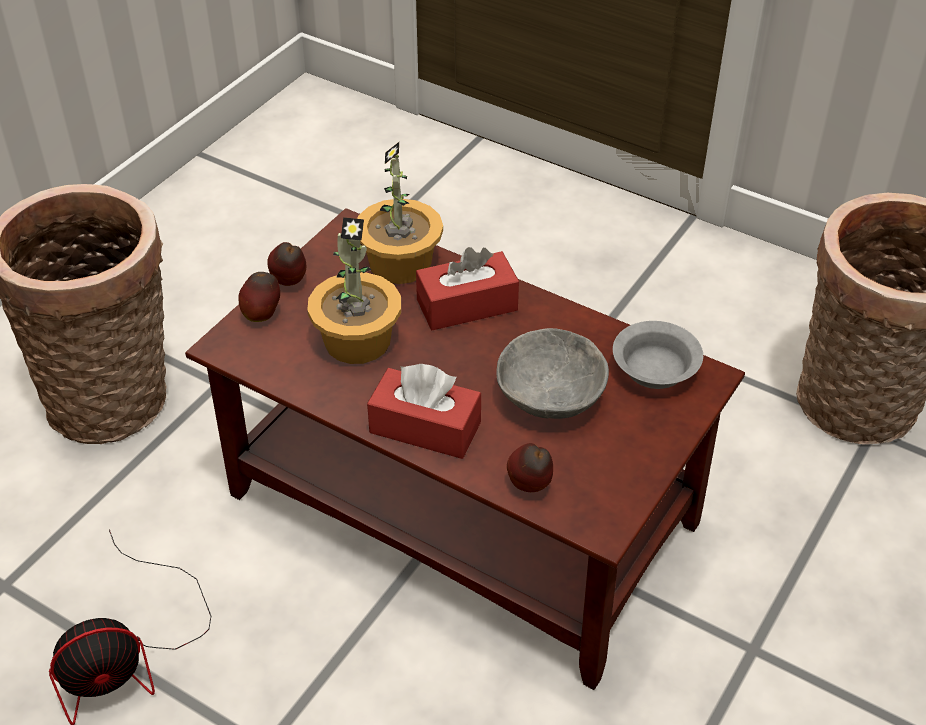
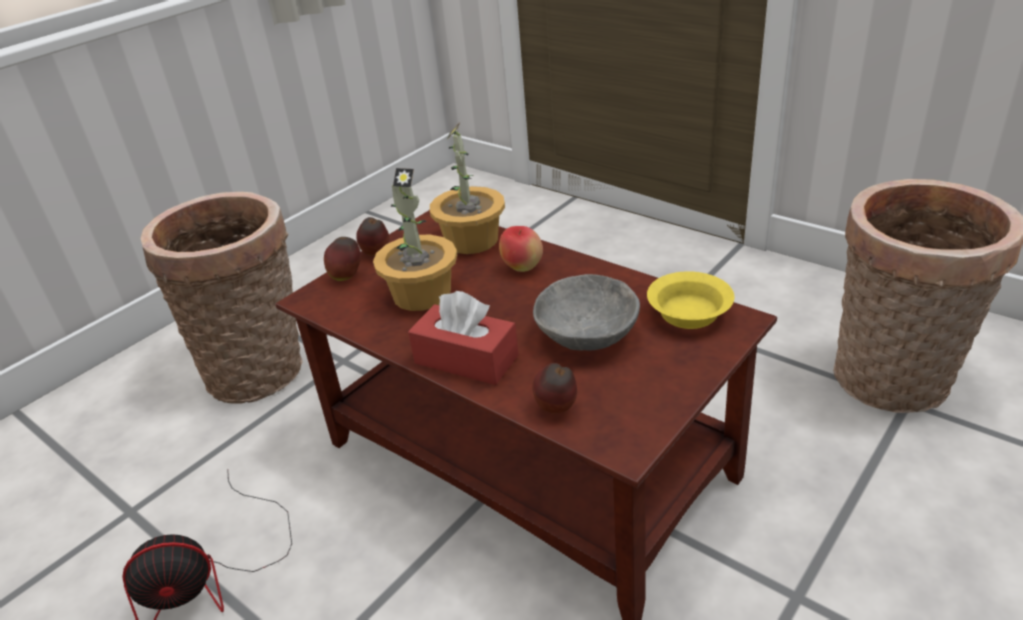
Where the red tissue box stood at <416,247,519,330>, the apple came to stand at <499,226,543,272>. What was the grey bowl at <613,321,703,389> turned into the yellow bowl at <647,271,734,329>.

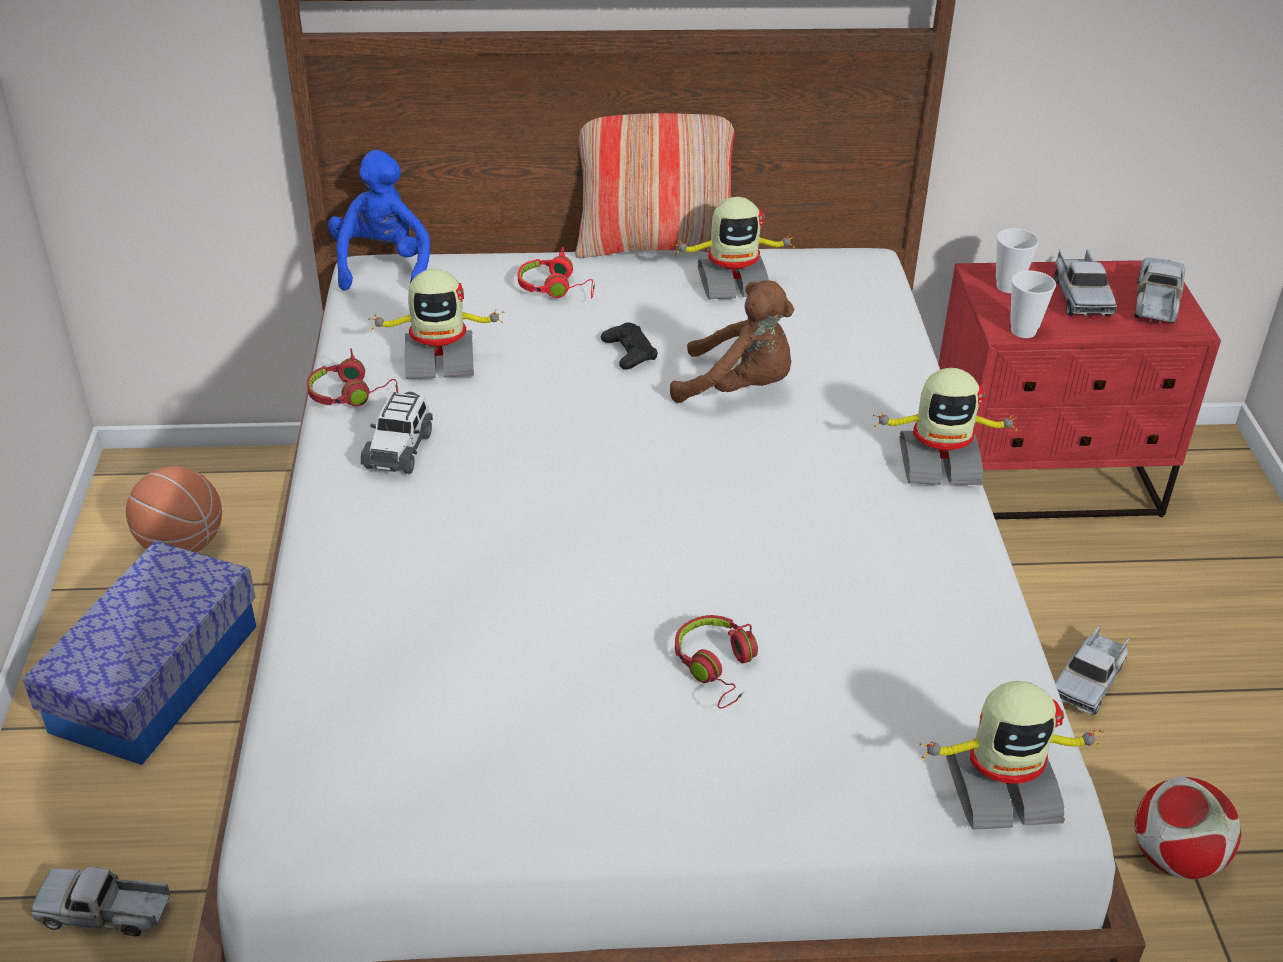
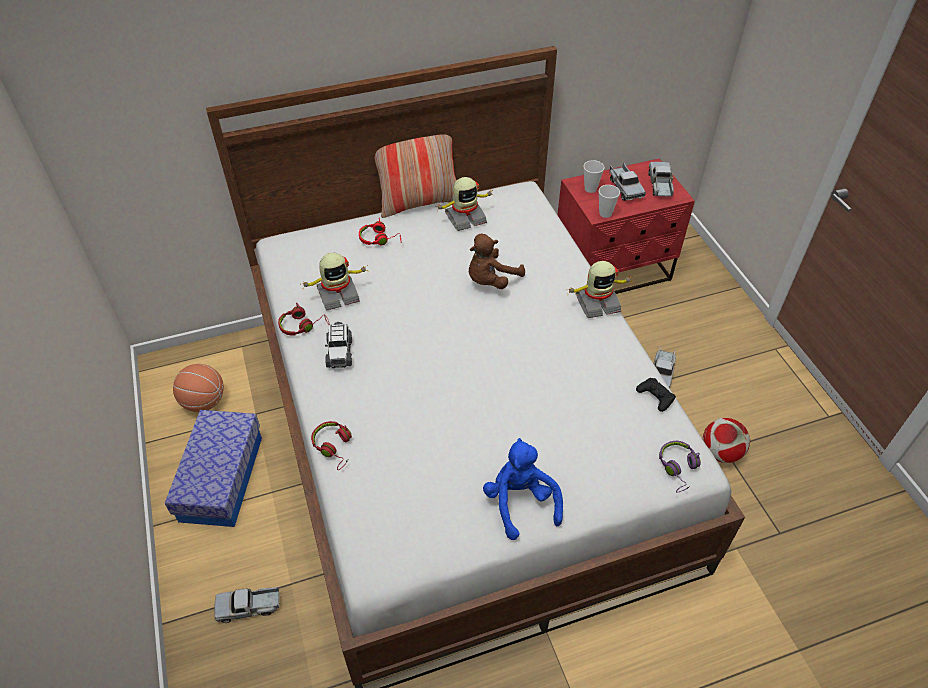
The blue plush toy ended up elsewhere, having gone from <328,150,430,291> to <483,438,563,540>. The black game controller ended up elsewhere, having gone from <601,323,658,370> to <636,378,676,412>. The brown plush toy at <670,280,794,403> ended up facing another way, 135 degrees clockwise from before. The red headphones ended up elsewhere, having gone from <675,615,758,709> to <311,421,352,470>. Where the toy robot stood at <919,681,1102,830>, the purple headphones came to stand at <659,441,701,493>.

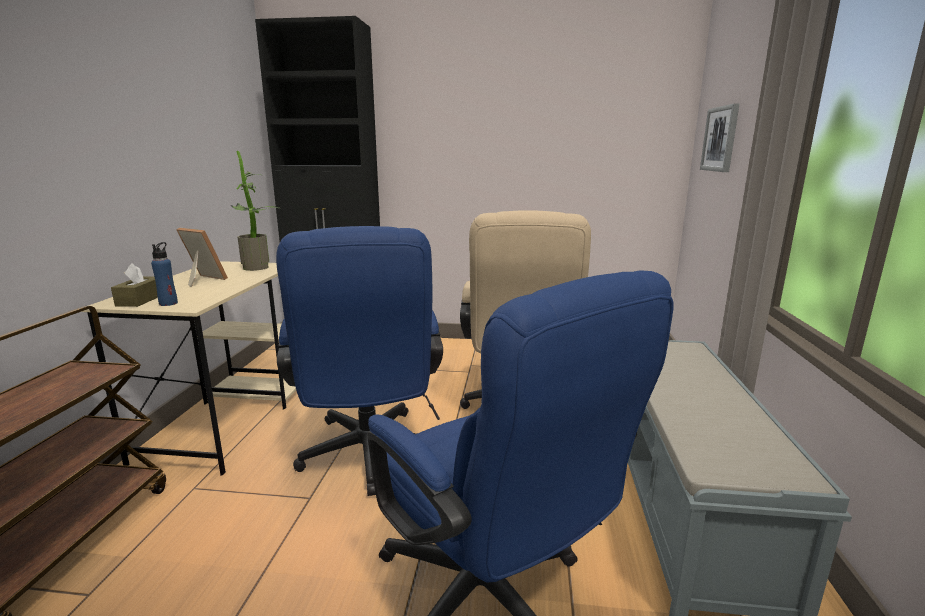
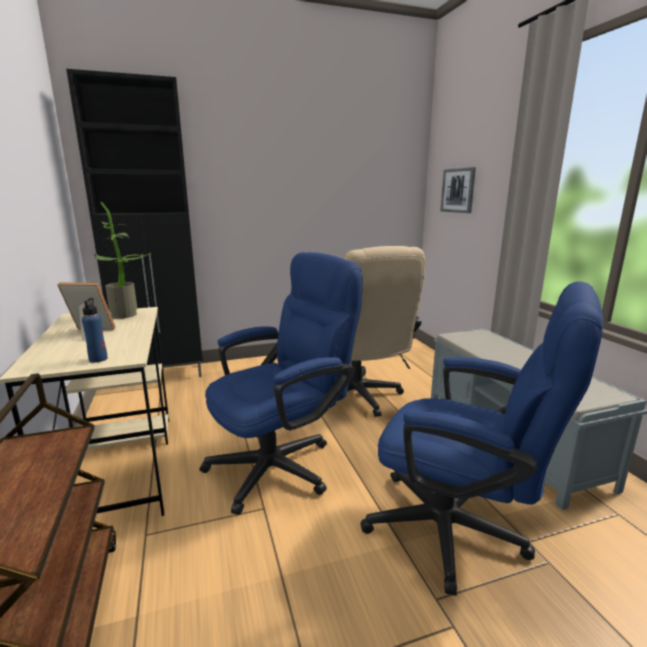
The second view lost the brown tissue box at <111,263,158,307>. The blue office chair at <276,226,443,496> ended up facing another way, 90 degrees counterclockwise from before.

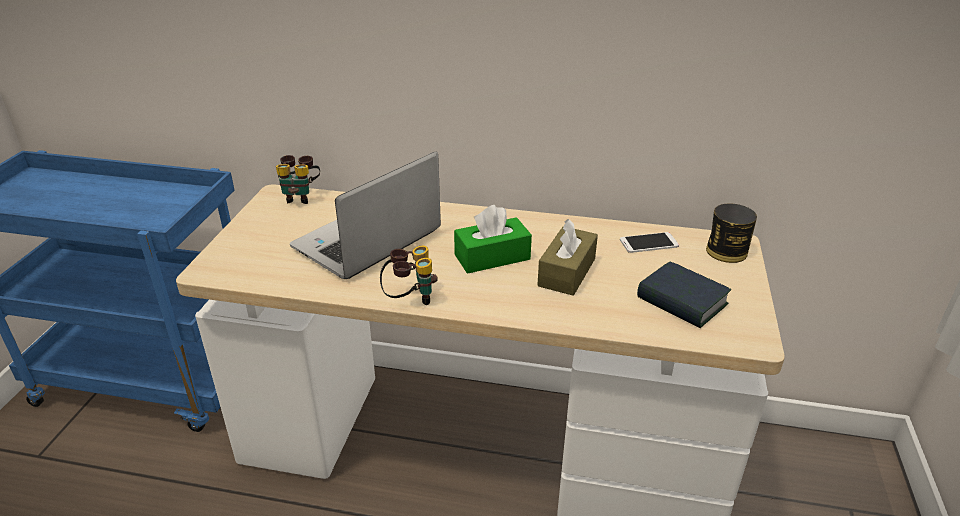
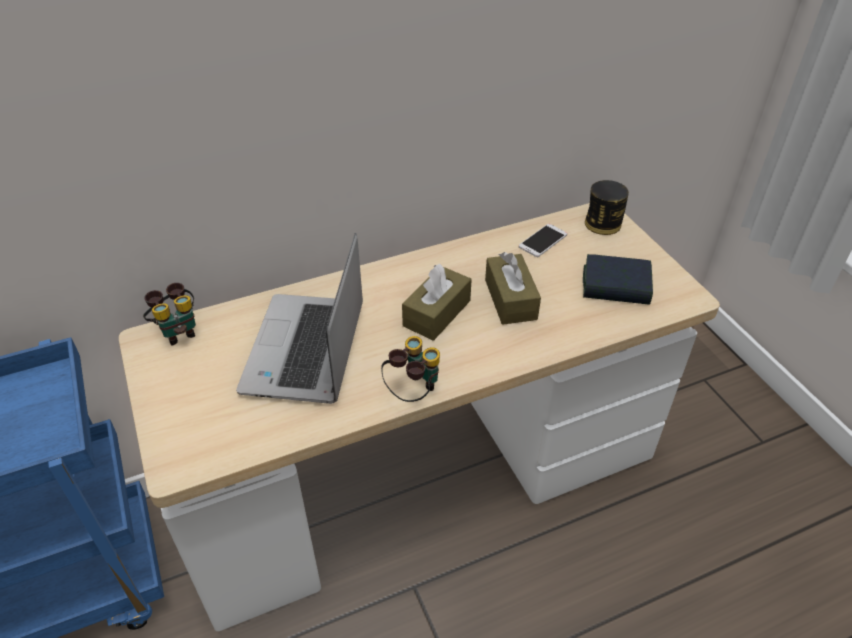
What was the green tissue box at <454,205,532,274> turned into the brown tissue box at <402,264,472,341>.

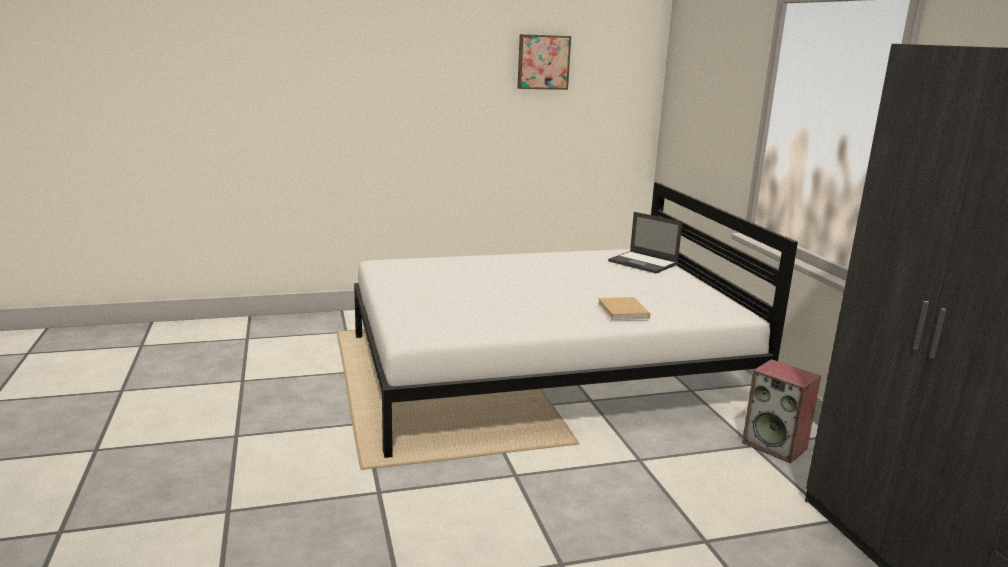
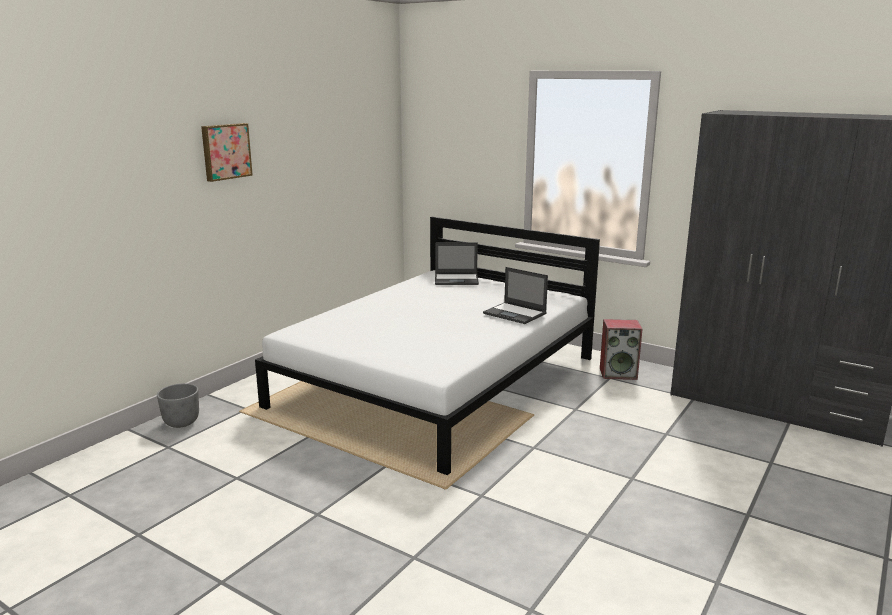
The picture ended up elsewhere, having gone from <517,34,571,90> to <201,123,253,182>. Where the beige book stood at <598,297,650,320>, the laptop came to stand at <483,267,548,324>. The second view gained the grey planter at <157,383,199,428>.

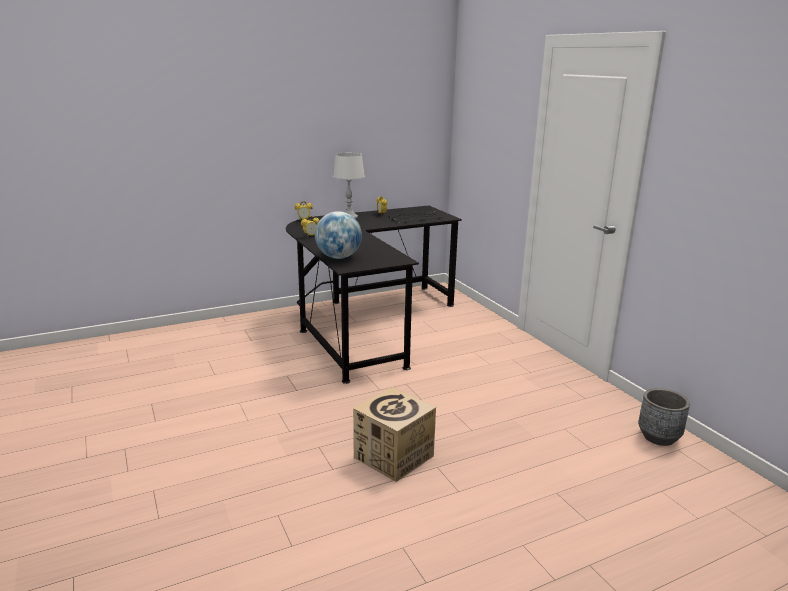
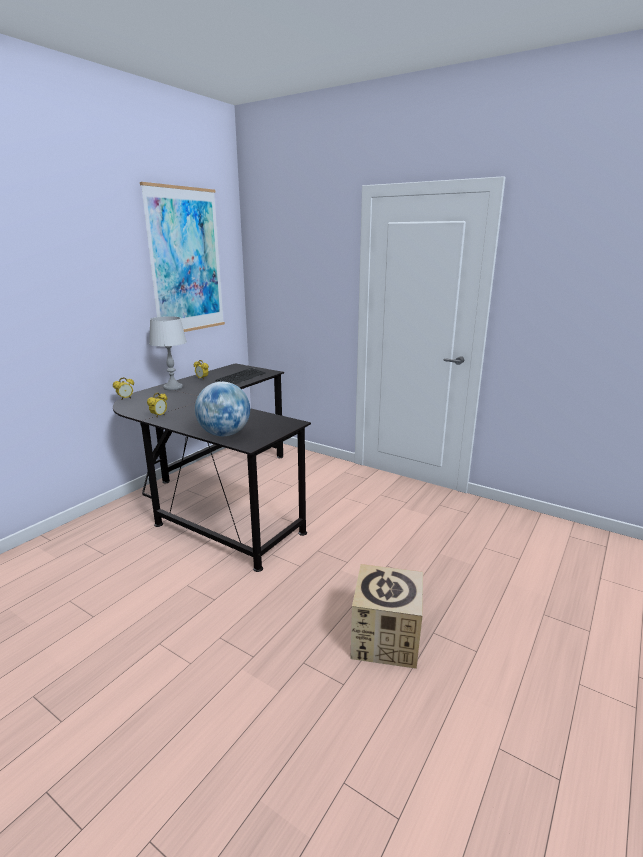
The second view lost the grey planter at <638,388,690,446>. The second view gained the picture at <140,182,225,332>.

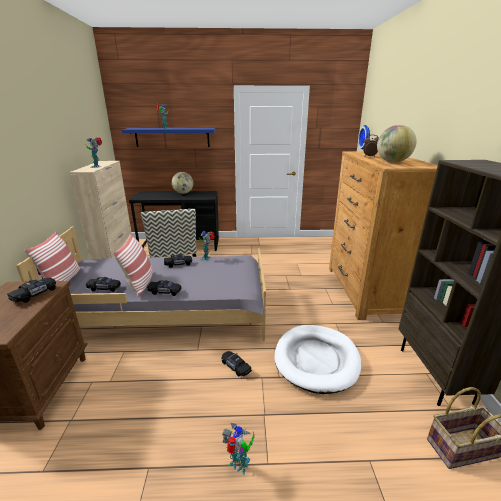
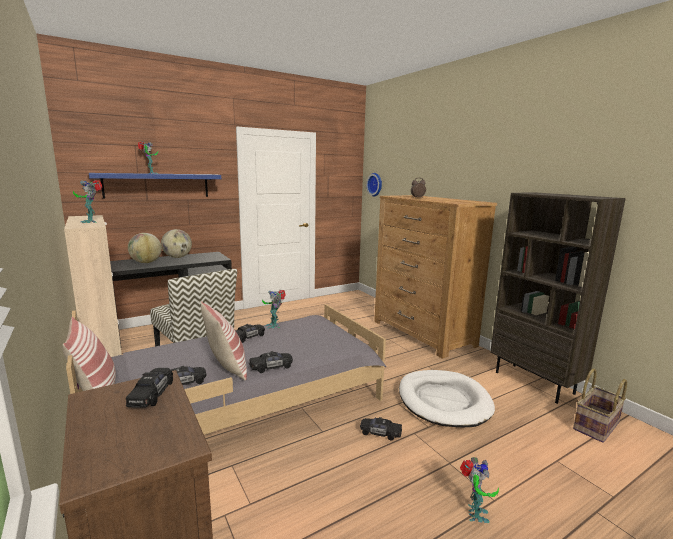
The toy robot at <222,423,254,475> ended up facing another way, 105 degrees clockwise from before. The globe ended up elsewhere, having gone from <377,125,417,163> to <128,233,162,263>.

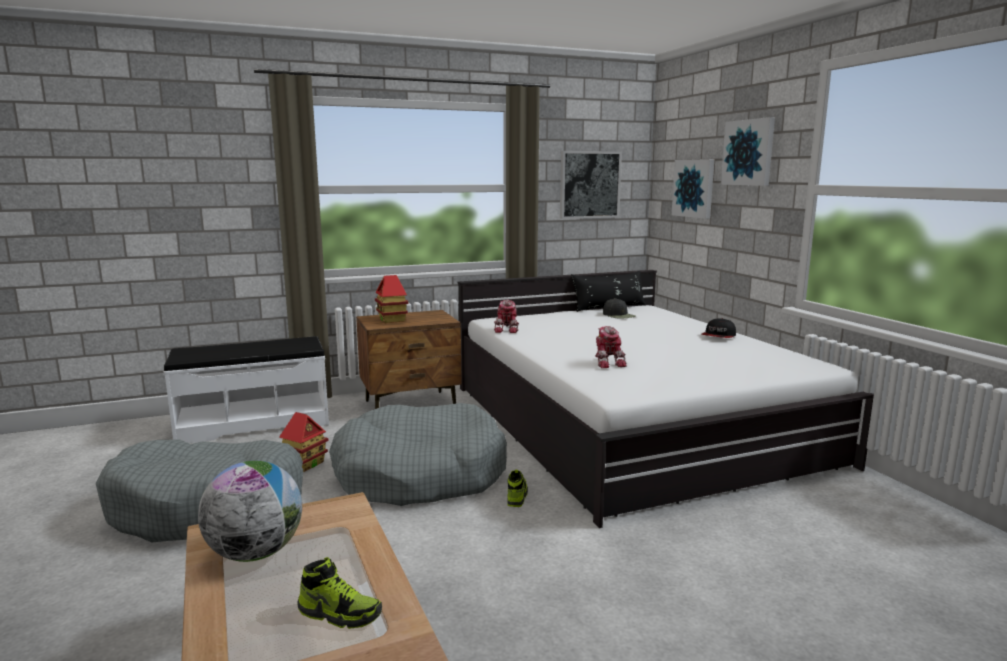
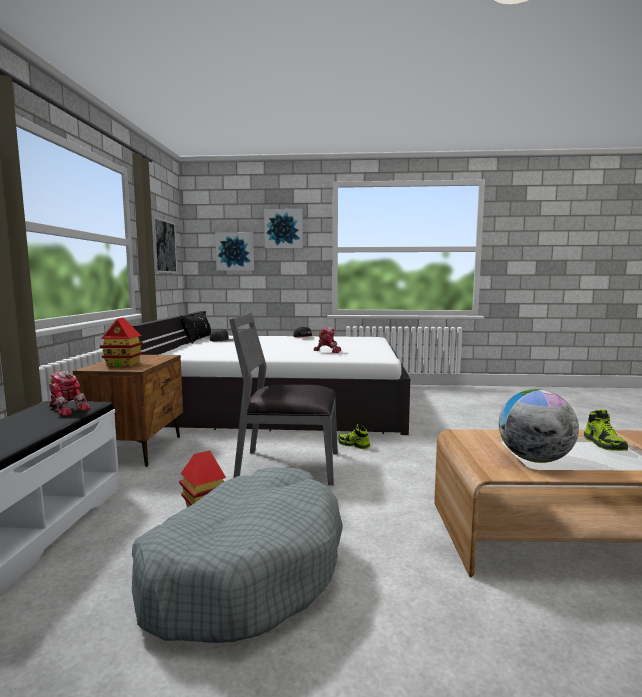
The shoe at <297,557,382,629> ended up facing another way, 135 degrees clockwise from before. Where the grey dog bed stood at <329,403,507,506>, the grey chair came to stand at <230,313,338,485>. The toy robot ended up elsewhere, having gone from <494,300,519,333> to <48,371,91,416>.

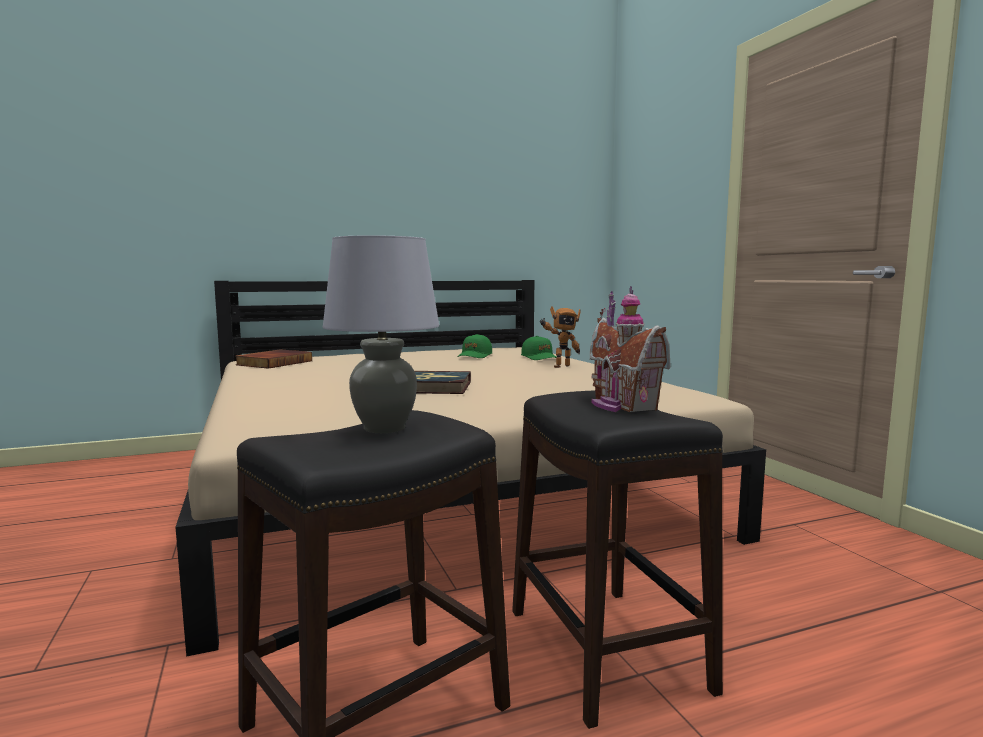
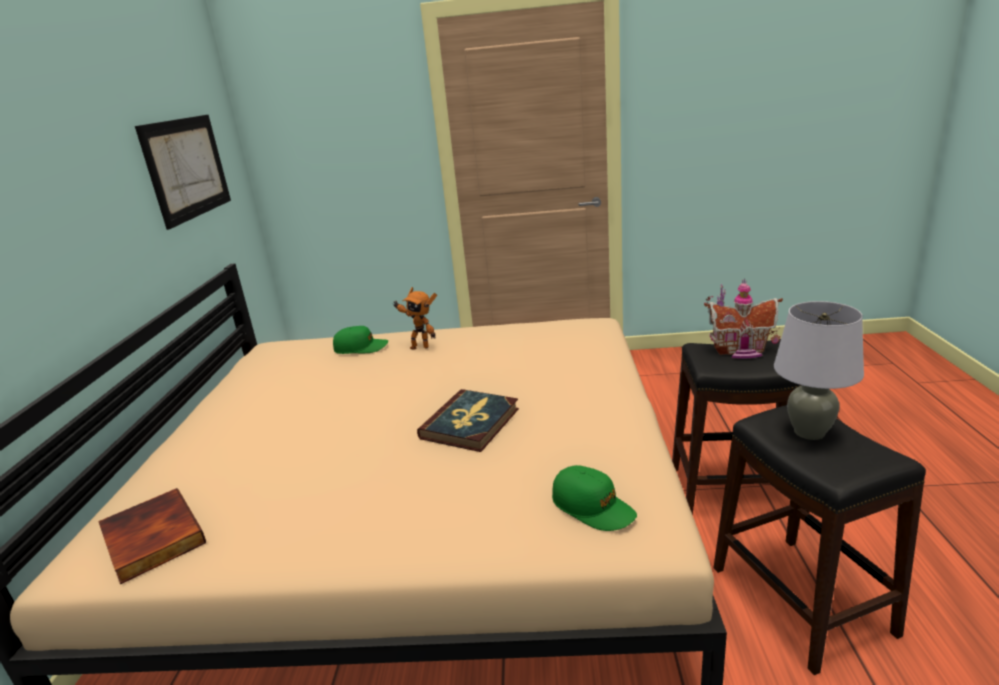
The green cap ended up elsewhere, having gone from <457,334,492,358> to <552,465,637,531>. The toy robot at <540,306,581,368> ended up facing another way, 105 degrees clockwise from before. The second view gained the picture at <135,115,231,230>.

